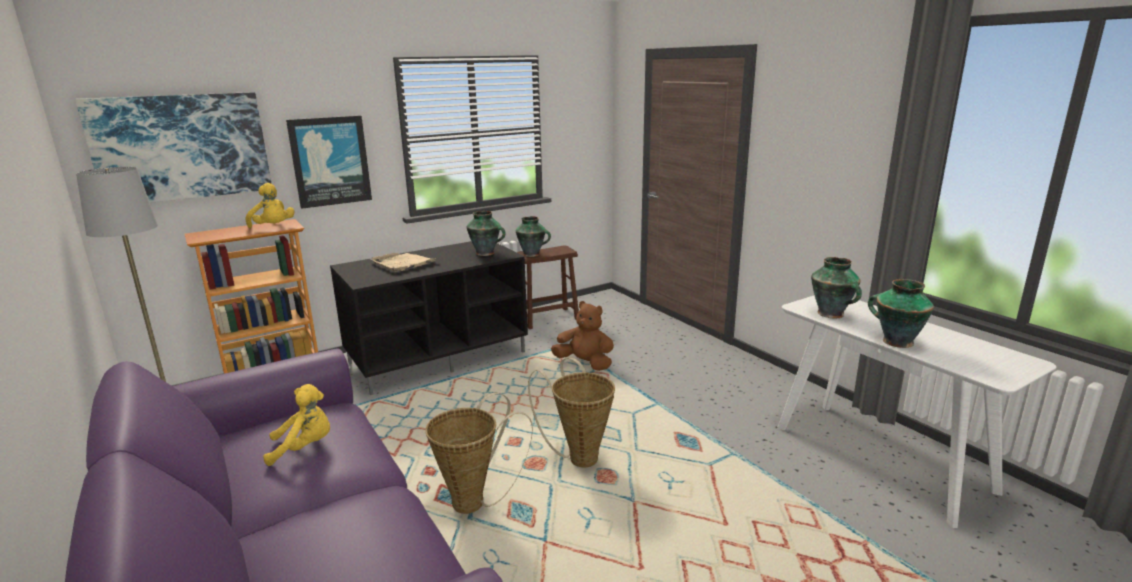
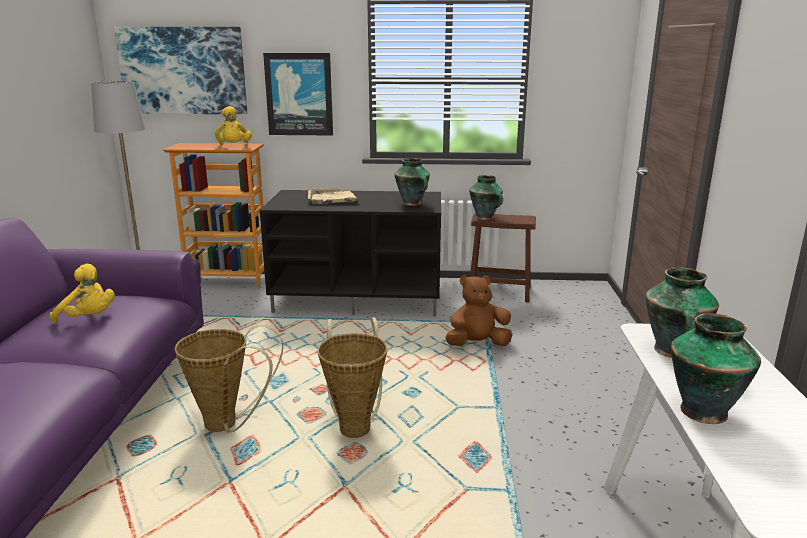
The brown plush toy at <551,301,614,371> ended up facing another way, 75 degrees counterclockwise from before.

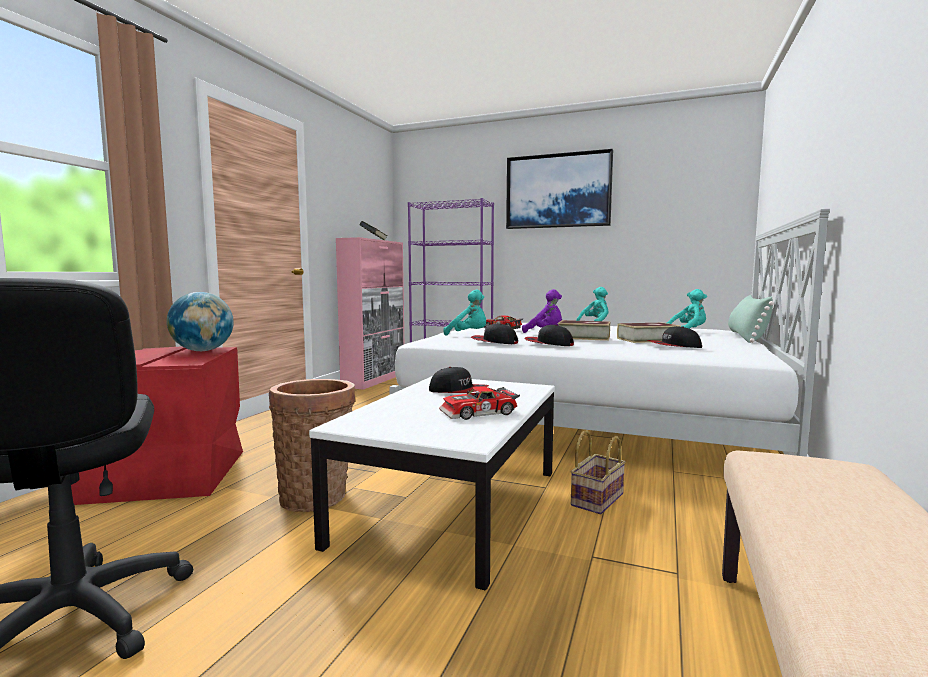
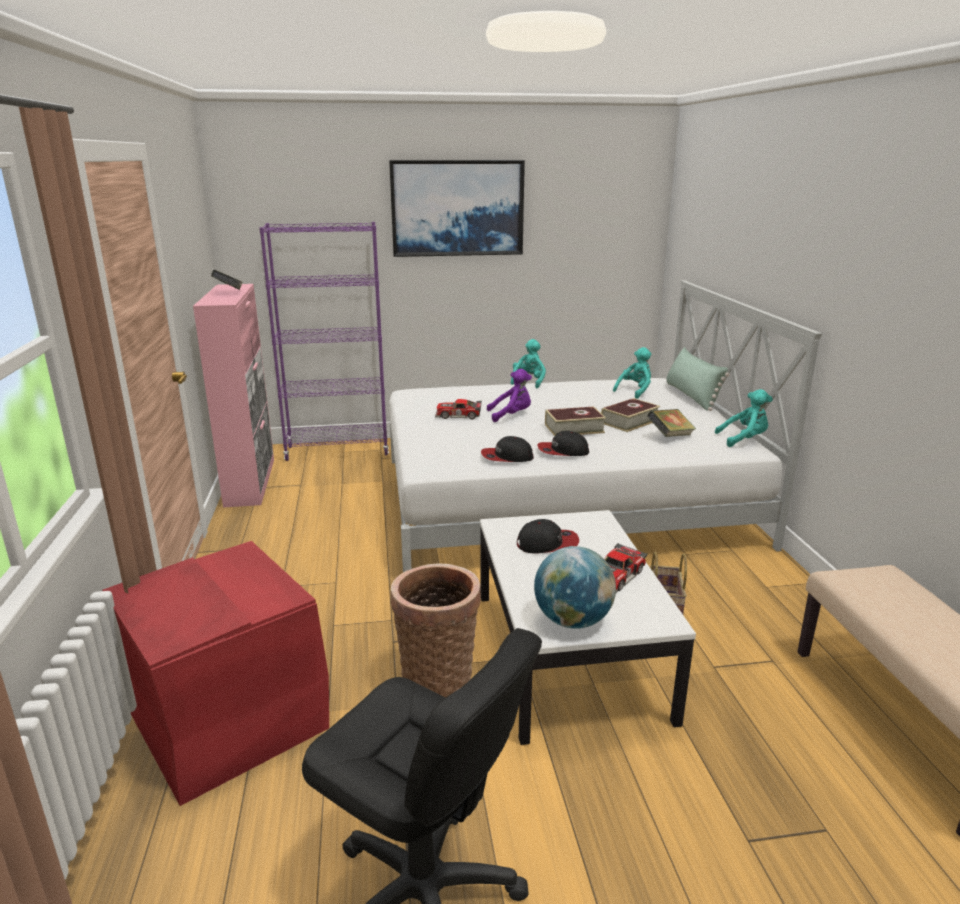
The globe ended up elsewhere, having gone from <167,292,234,351> to <534,546,616,629>. The turquoise plush toy ended up elsewhere, having gone from <443,289,486,336> to <715,389,773,447>. Where the cap stood at <648,326,702,348>, the book came to stand at <647,409,696,437>.

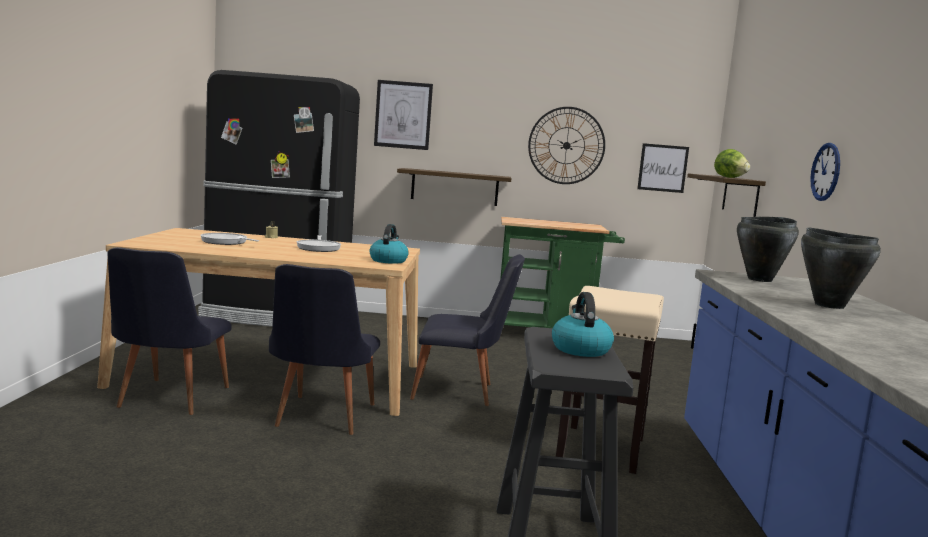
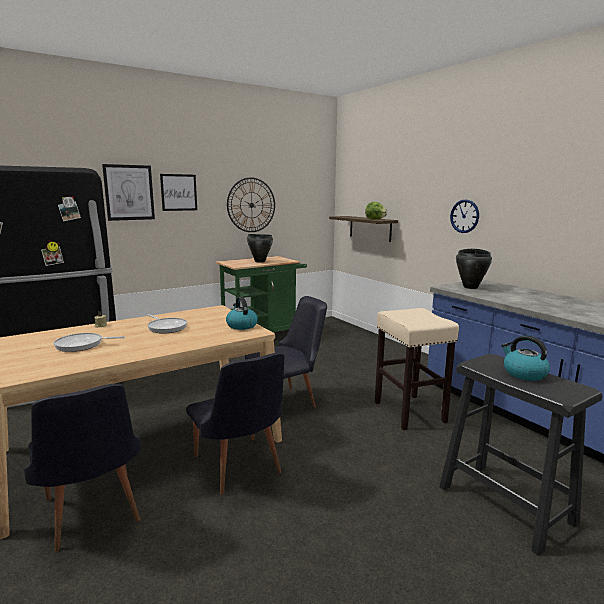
The second view lost the shelf at <397,168,511,206>. The picture ended up elsewhere, having gone from <637,143,689,193> to <160,174,197,211>. The black cooking pot ended up elsewhere, having gone from <801,227,881,309> to <247,234,273,263>.

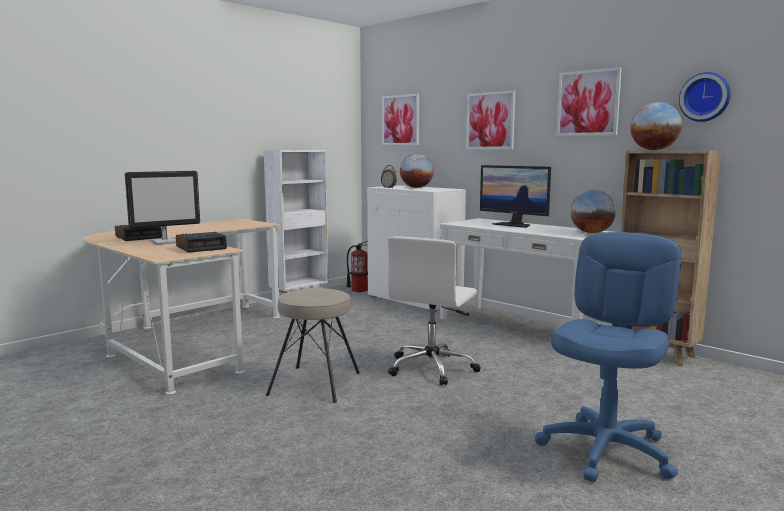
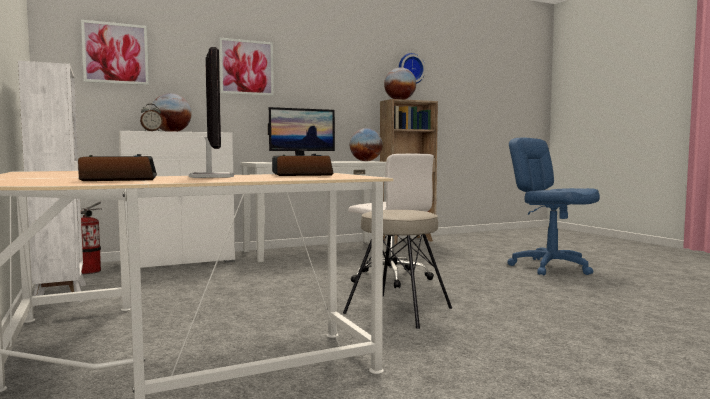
The second view lost the picture at <557,67,622,136>.

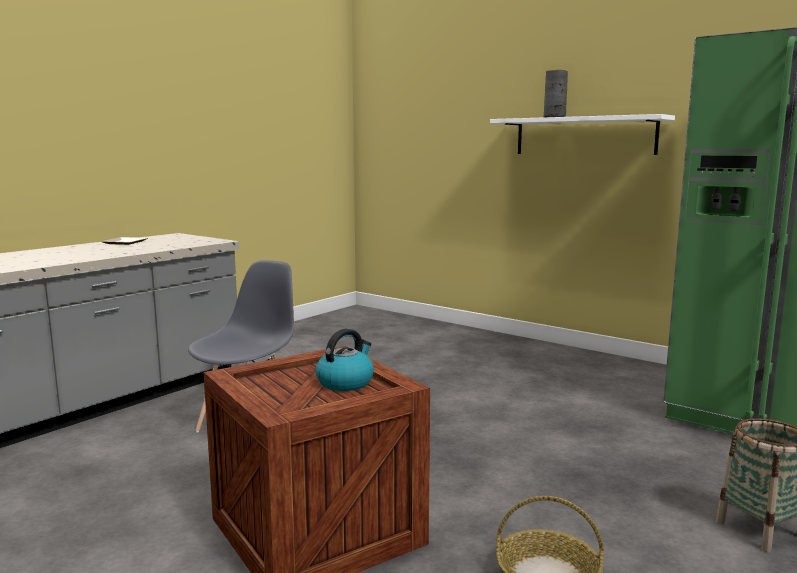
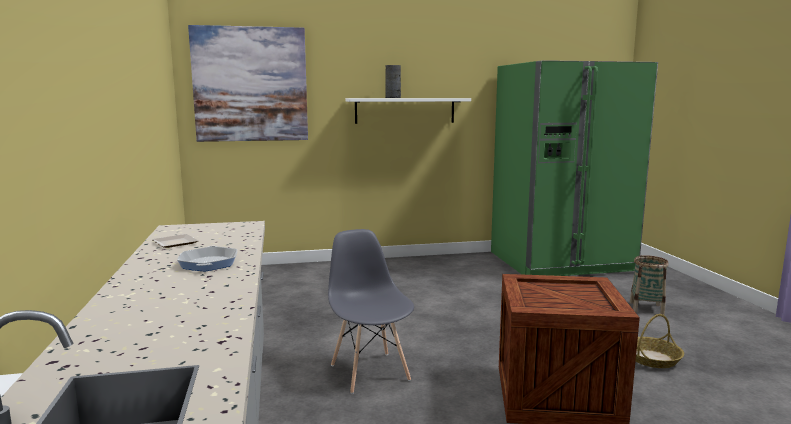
The second view lost the kettle at <315,329,374,391>. The second view gained the frying pan at <177,246,237,271>. The second view gained the picture at <188,25,308,142>.

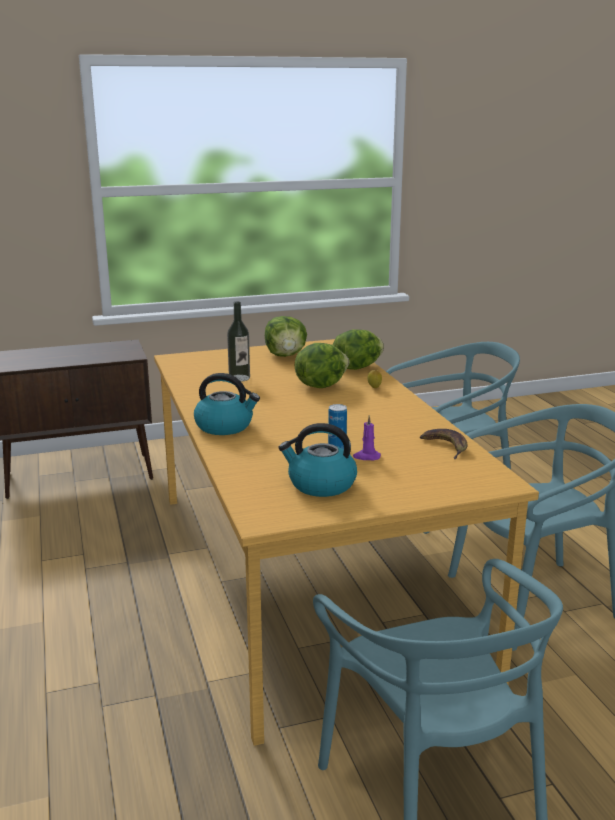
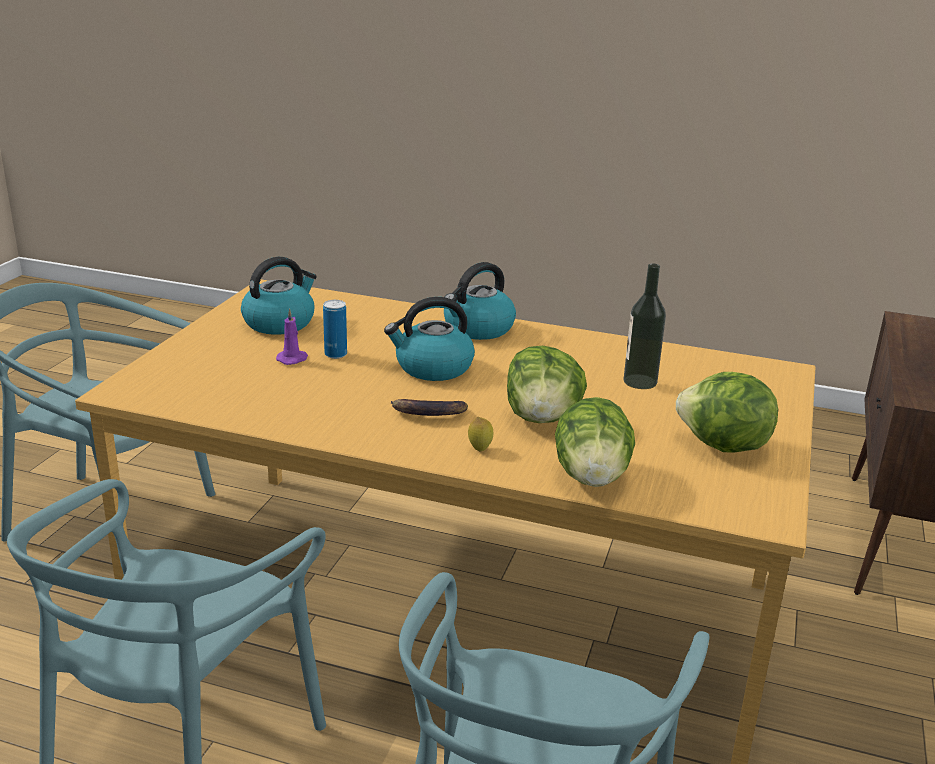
The banana ended up elsewhere, having gone from <420,429,467,459> to <391,399,468,416>. The second view gained the kettle at <384,297,475,381>.

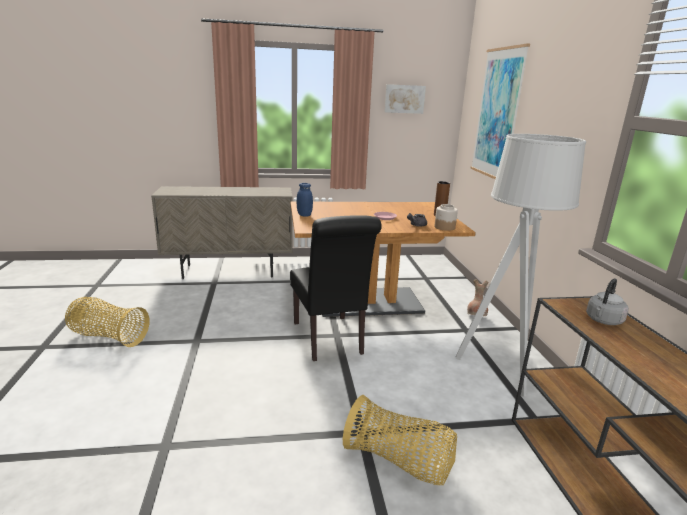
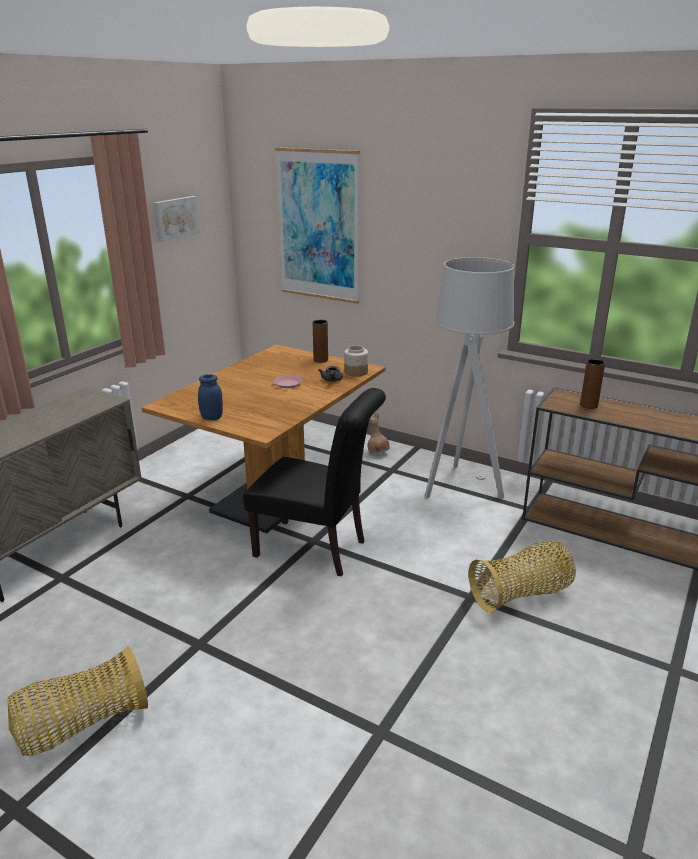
Where the grey kettle stood at <586,278,629,325>, the brown vase came to stand at <580,359,605,409>.

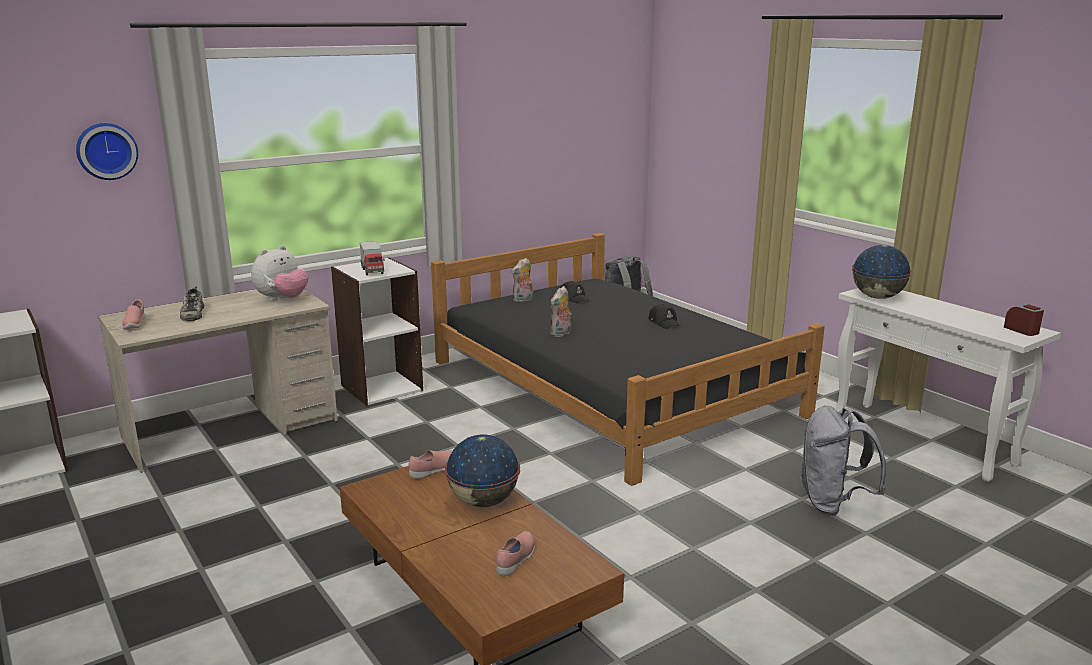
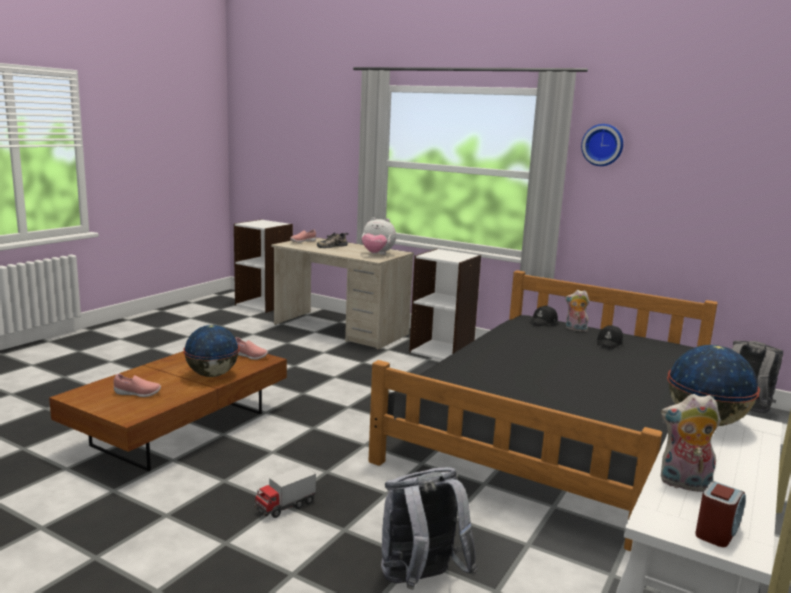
The wall clock ended up elsewhere, having gone from <76,123,138,180> to <581,124,623,166>. The toy truck ended up elsewhere, having gone from <360,241,385,275> to <254,465,316,518>. The plush toy ended up elsewhere, having gone from <550,286,572,337> to <661,394,721,492>. The black cap ended up elsewhere, having gone from <648,303,679,329> to <530,306,558,326>.

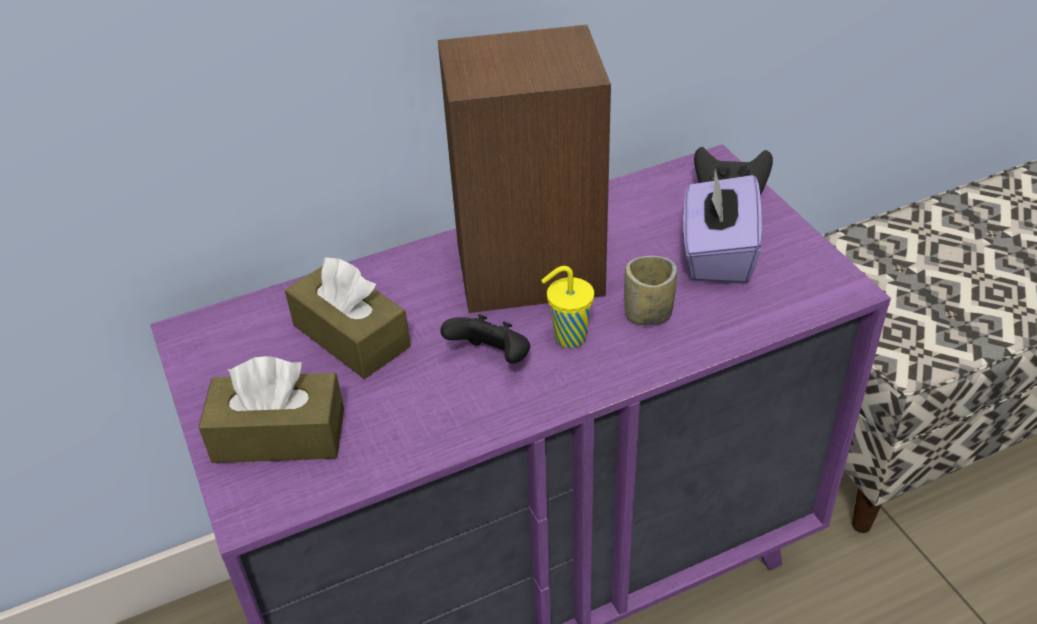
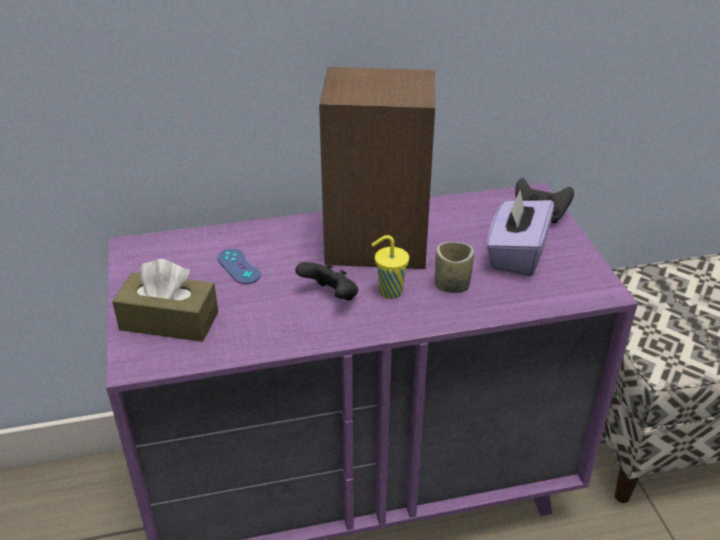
Where the brown tissue box stood at <285,258,411,379>, the blue game controller came to stand at <217,249,261,284>.

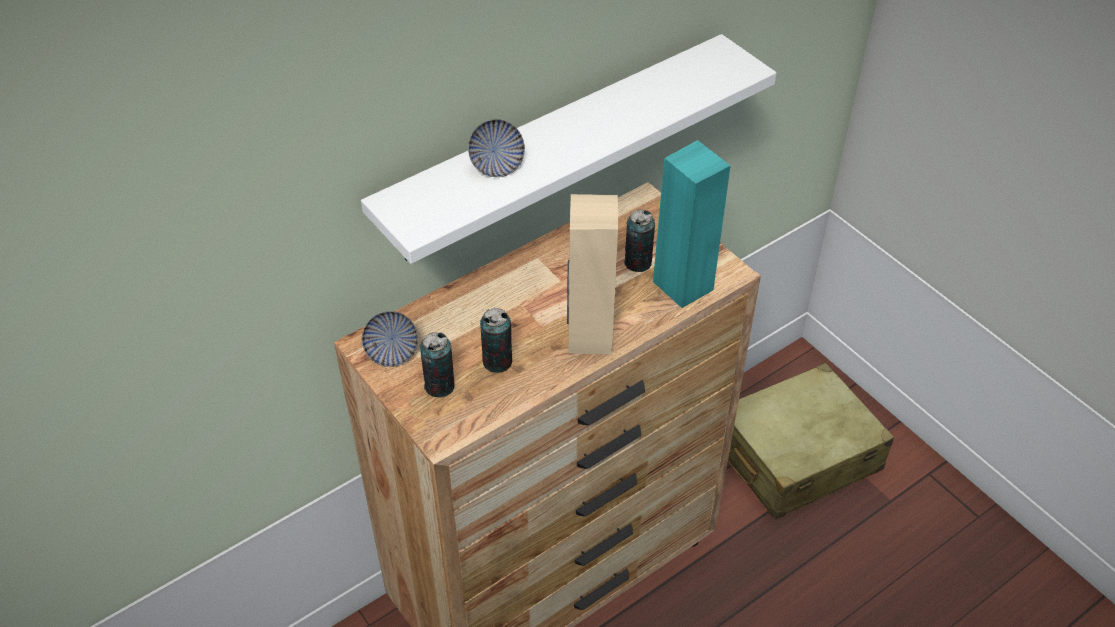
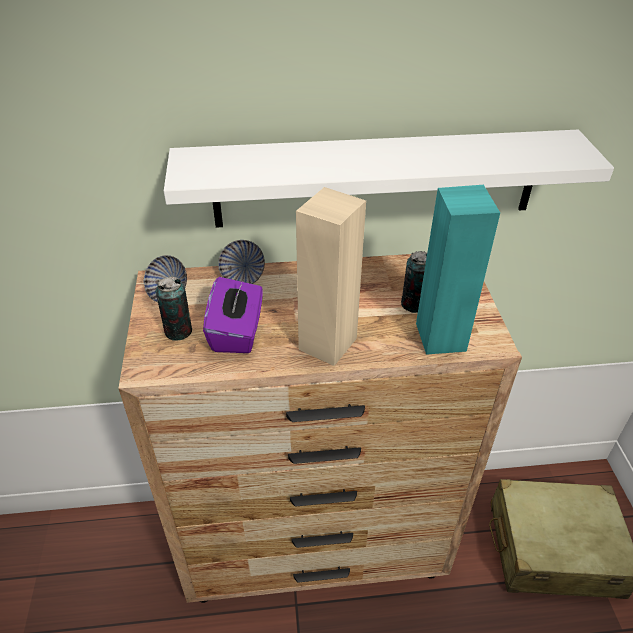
The bowl ended up elsewhere, having gone from <468,119,525,177> to <218,240,265,284>. Where the can stood at <480,308,512,373>, the purple tissue box came to stand at <203,277,263,353>.

